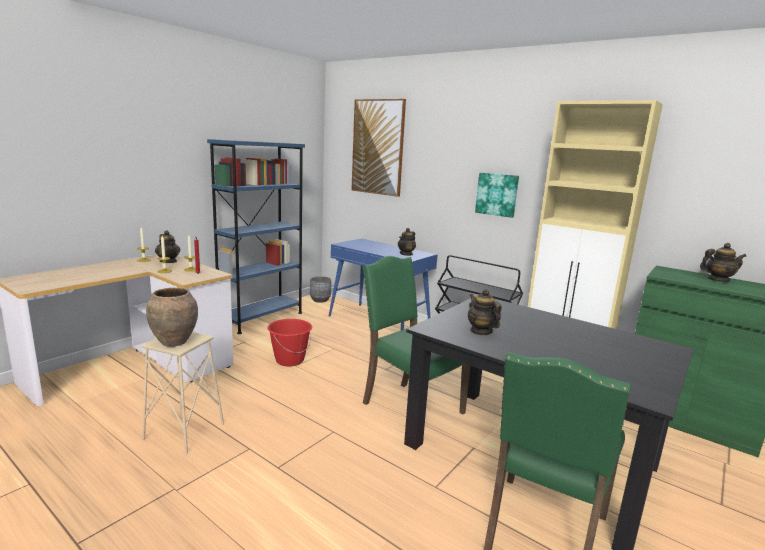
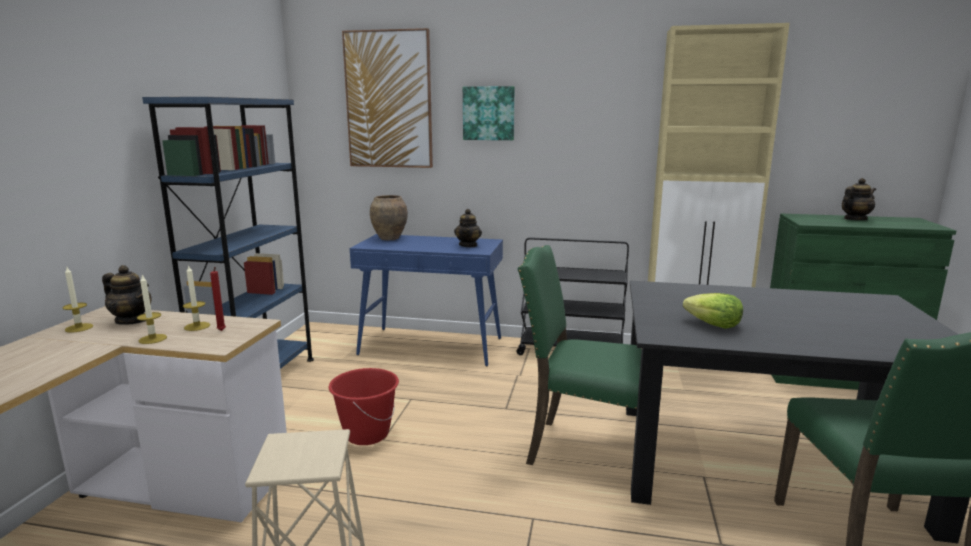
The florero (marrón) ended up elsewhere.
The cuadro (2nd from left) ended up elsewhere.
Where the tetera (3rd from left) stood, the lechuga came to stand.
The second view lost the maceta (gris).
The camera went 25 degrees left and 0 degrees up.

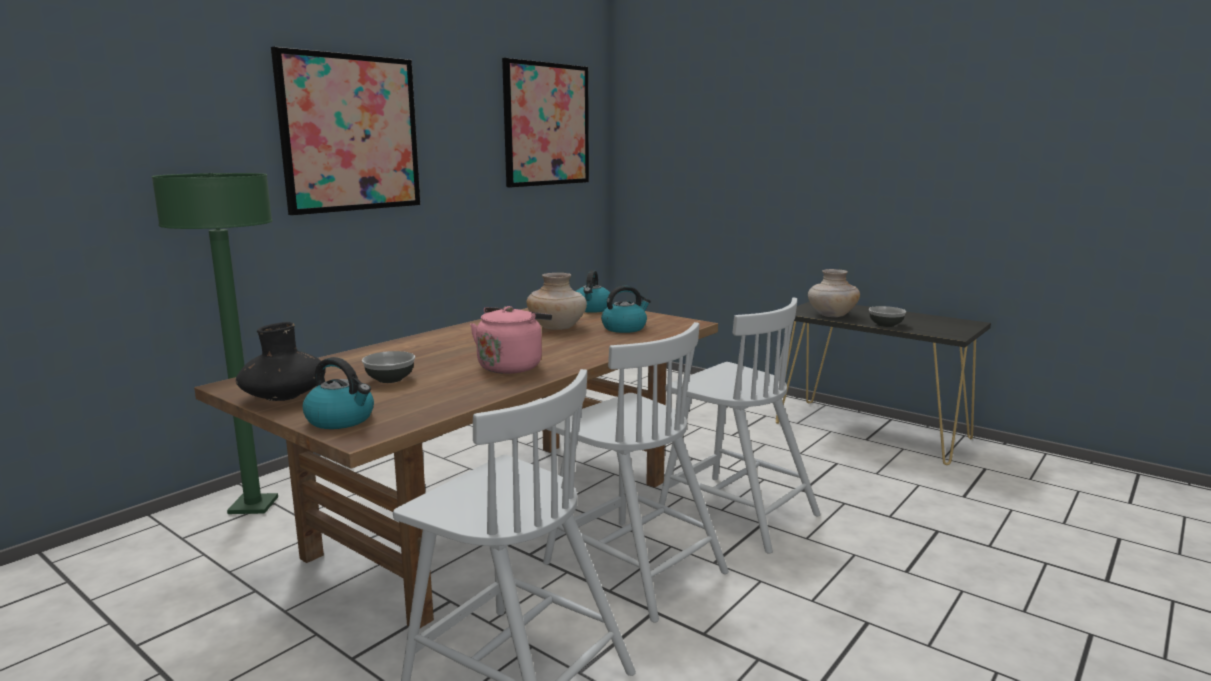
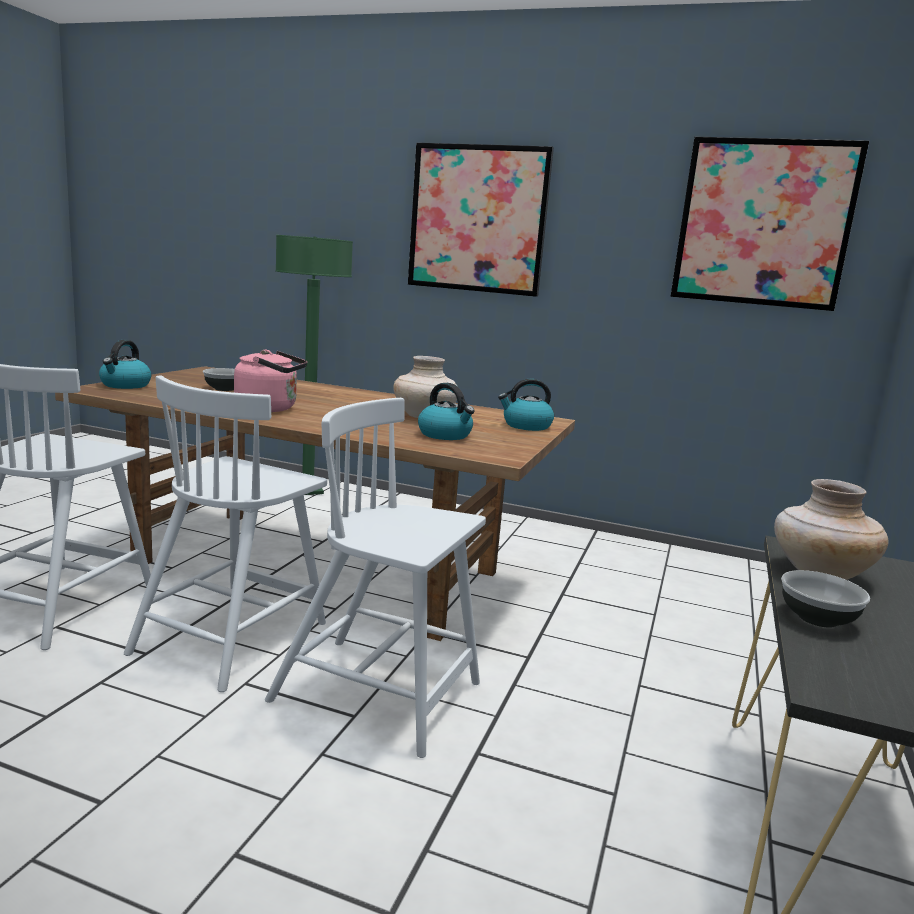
The silla (blanco) (3rd from left) ended up facing another way, 90 degrees clockwise from before.
The second view lost the florero (negro).
The camera went 70 degrees right and 0 degrees up.

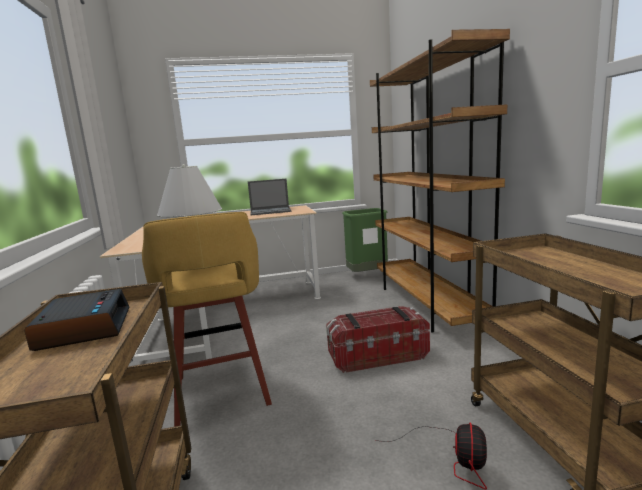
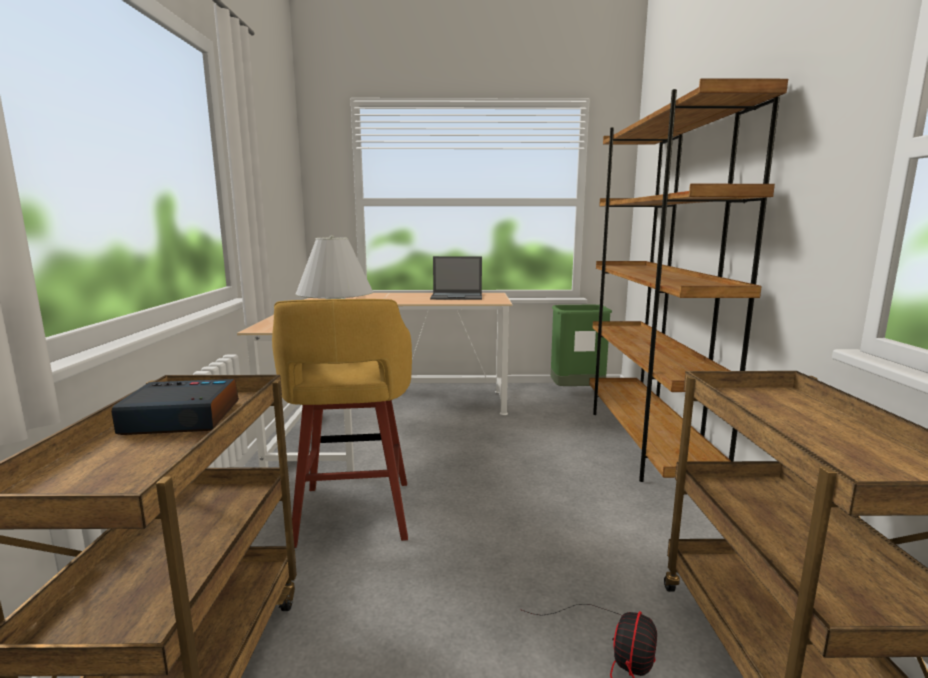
The despertador ended up facing another way, 90 degrees counterclockwise from before.
The second view lost the caja de almacenaje.
The camera went 10 degrees right and 0 degrees up.

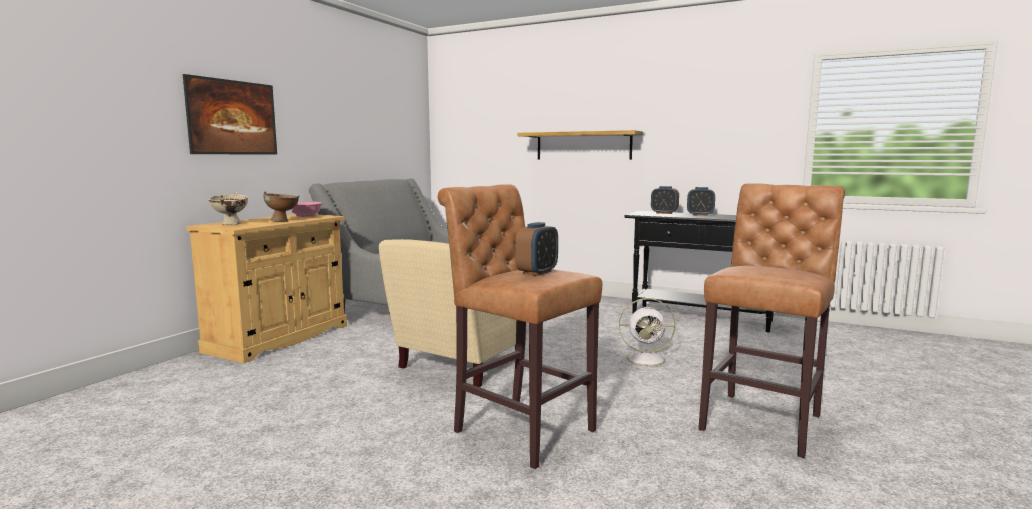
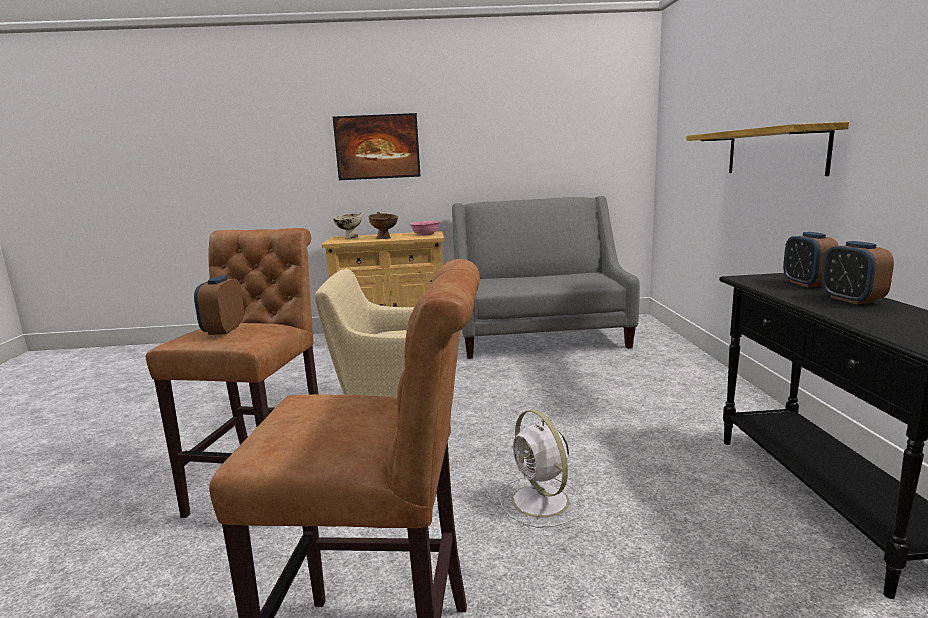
The despertador (1st from left) ended up facing another way, 90 degrees clockwise from before.
The camera went 60 degrees right and 5 degrees up.

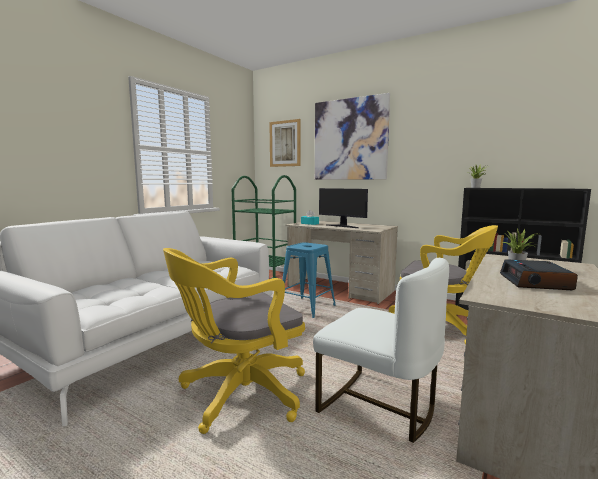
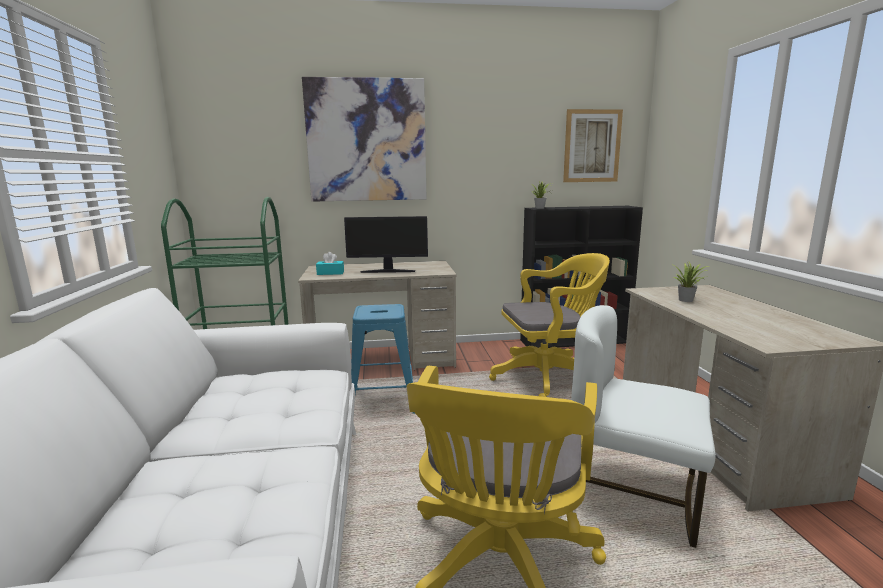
The cuadro (1st from left in the first image) ended up elsewhere.
The silla (blanco) ended up facing another way, 150 degrees counterclockwise from before.
The second view lost the despertador.
The camera went 40 degrees left and 5 degrees up.

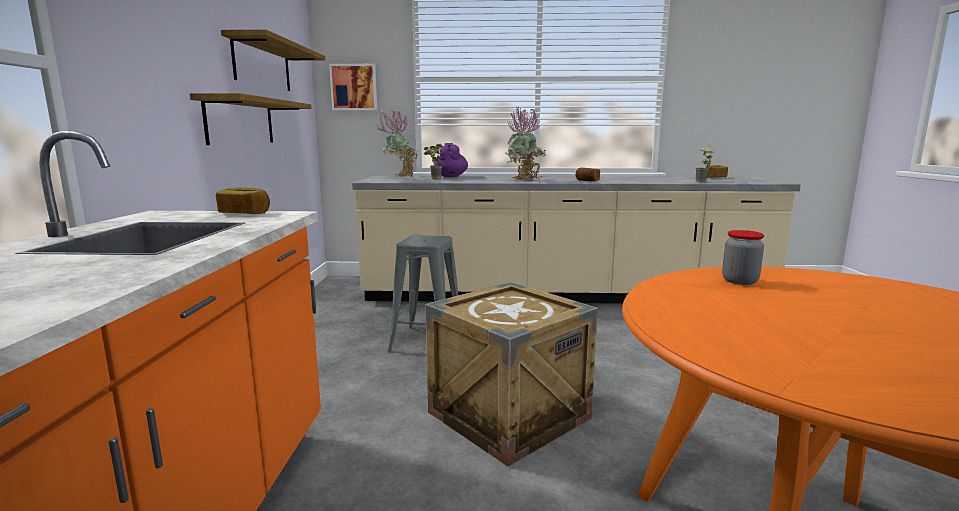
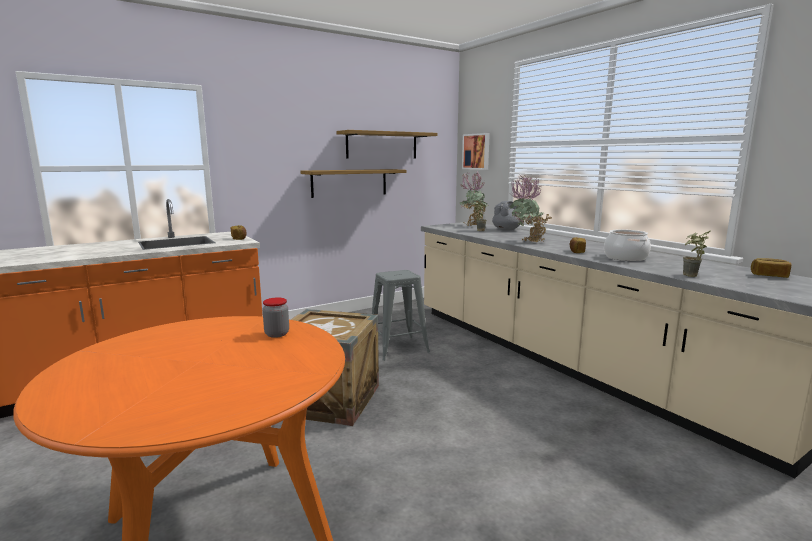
What was the tetera (morado) turned into the tetera (gris).
The second view gained the olla.
The camera went 55 degrees right and 0 degrees up.

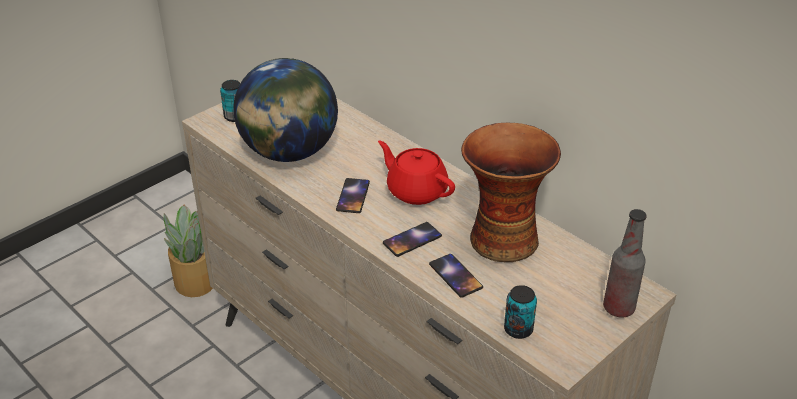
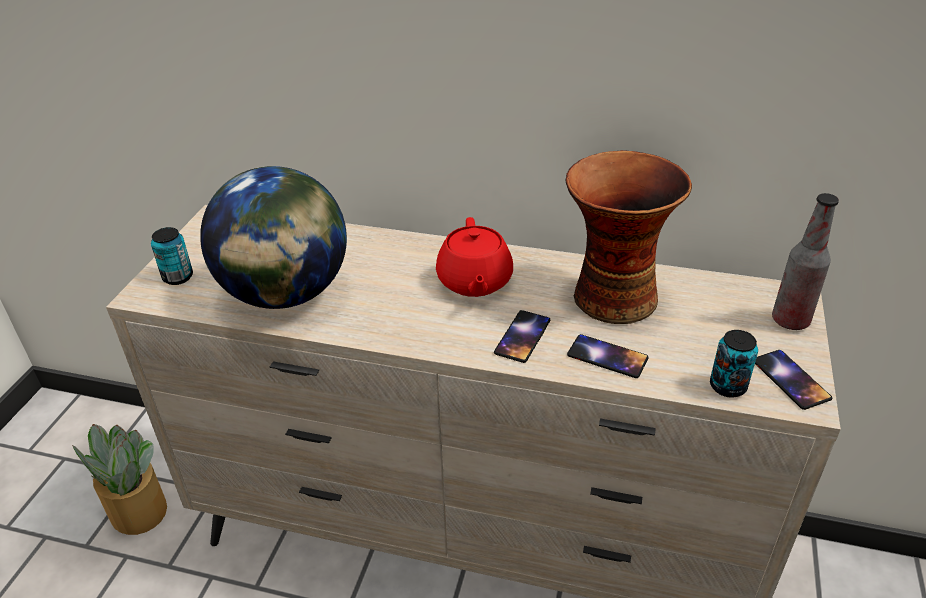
The tetera (rojo) ended up facing another way, 105 degrees counterclockwise from before.
The móvil (1st from left in the first image) ended up elsewhere.
The camera went 30 degrees left and 0 degrees up.

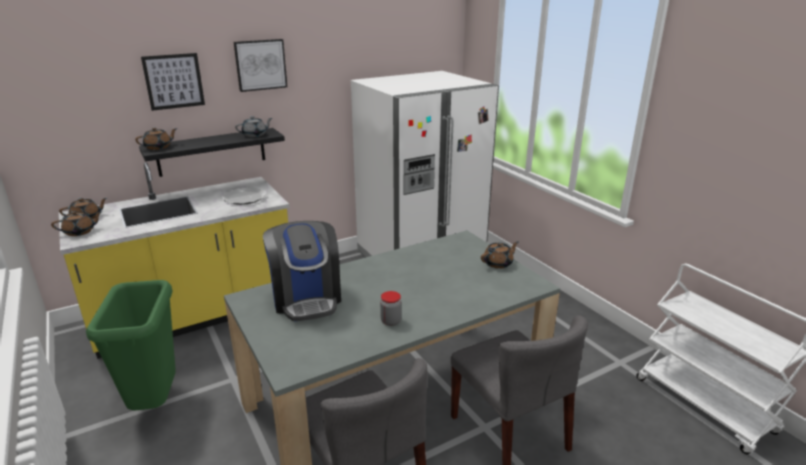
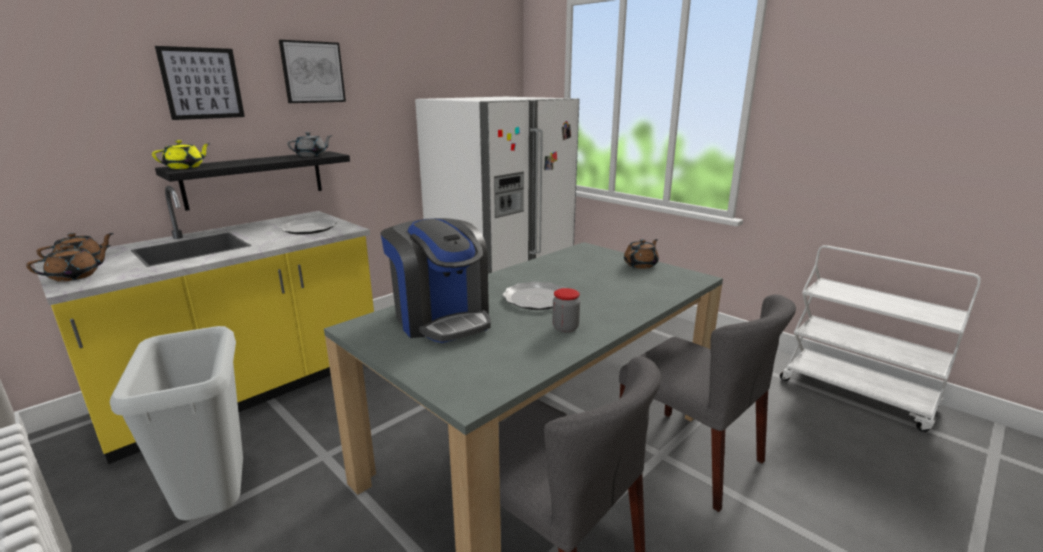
What was the papelera (verde) turned into the papelera (gris).
What was the tetera (marrón) (3rd from left) turned into the tetera (amarillo).
The second view gained the plato (2nd from left).
The camera went 15 degrees left and 5 degrees down.

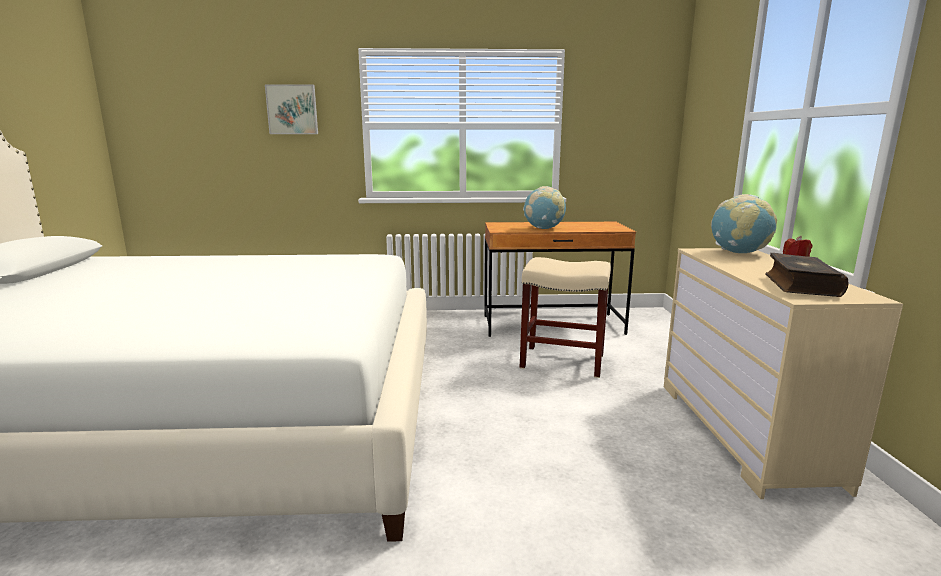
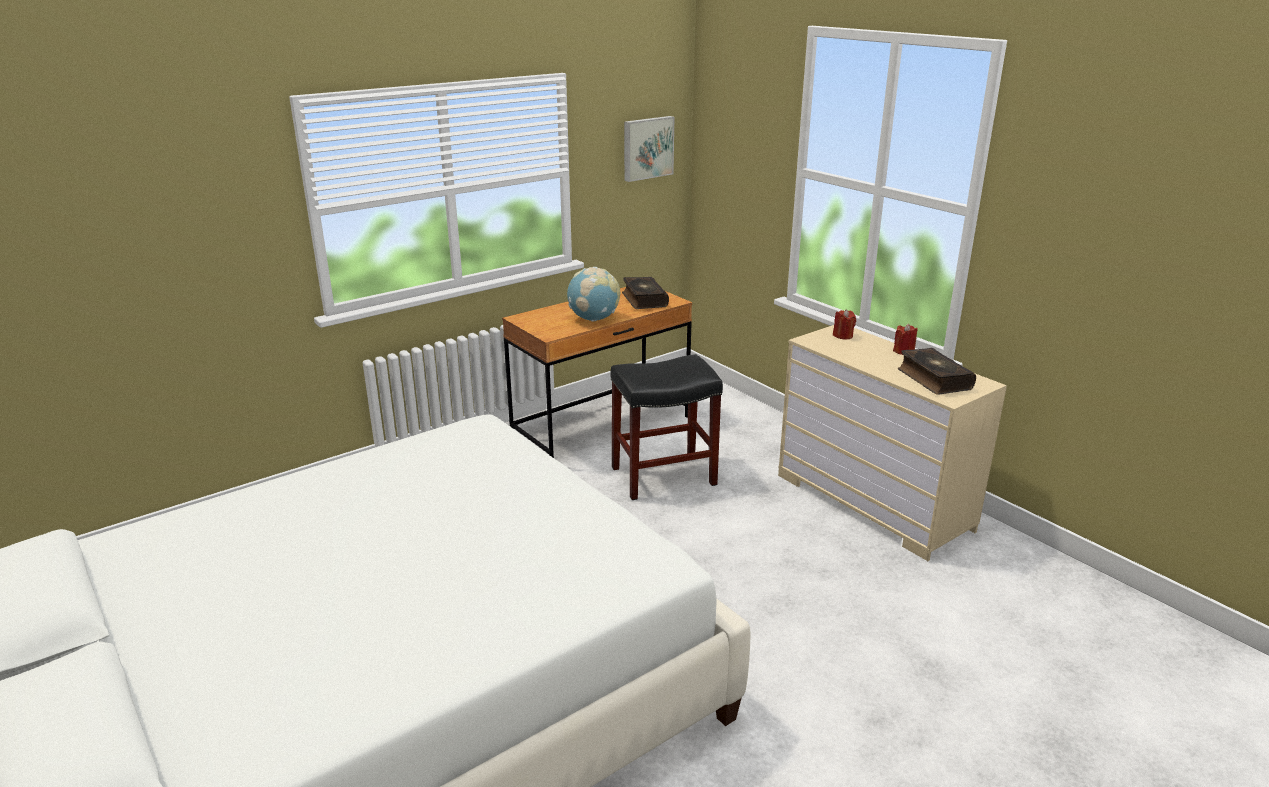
What was the taburete (beis) turned into the taburete (negro).
The second view gained the libro (1st from left).
The cuadro ended up elsewhere.
Where the globo terráqueo (2nd from left) stood, the vela (rojo) (1st from left) came to stand.
The camera went 35 degrees left and 10 degrees up.

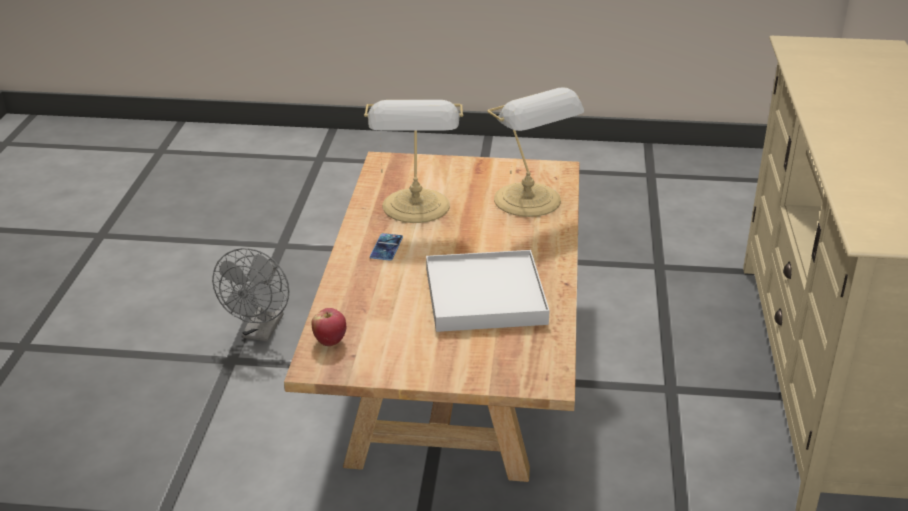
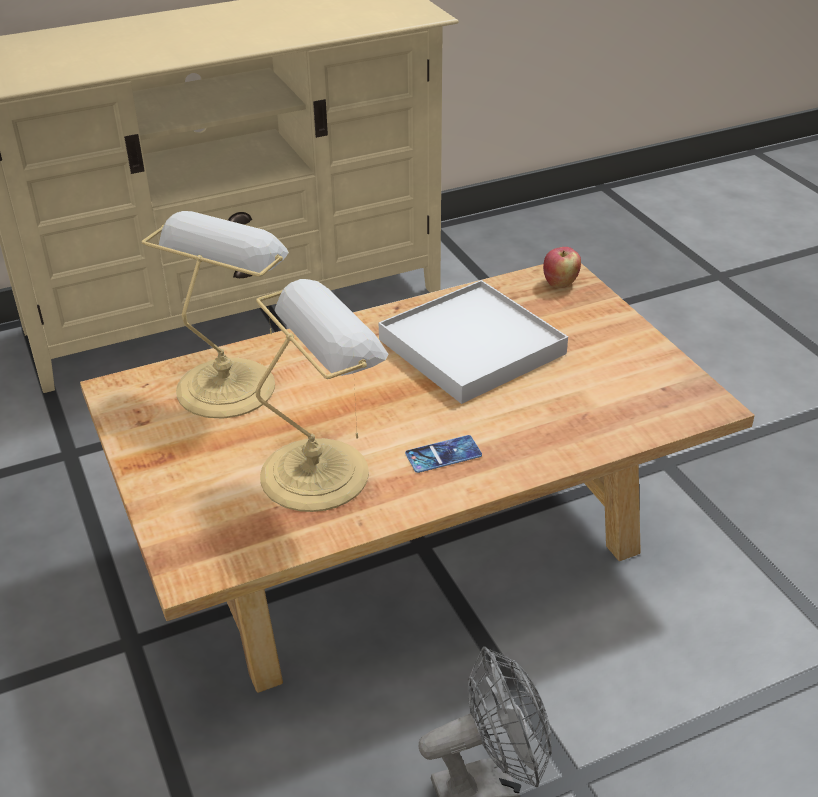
The manzana ended up elsewhere.
The camera went 120 degrees left and 5 degrees up.

